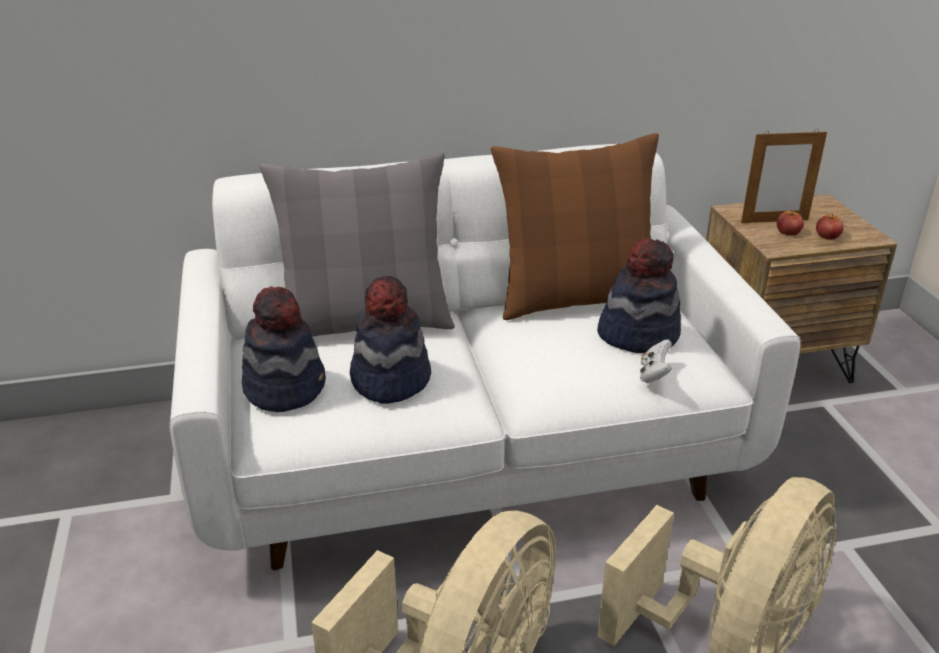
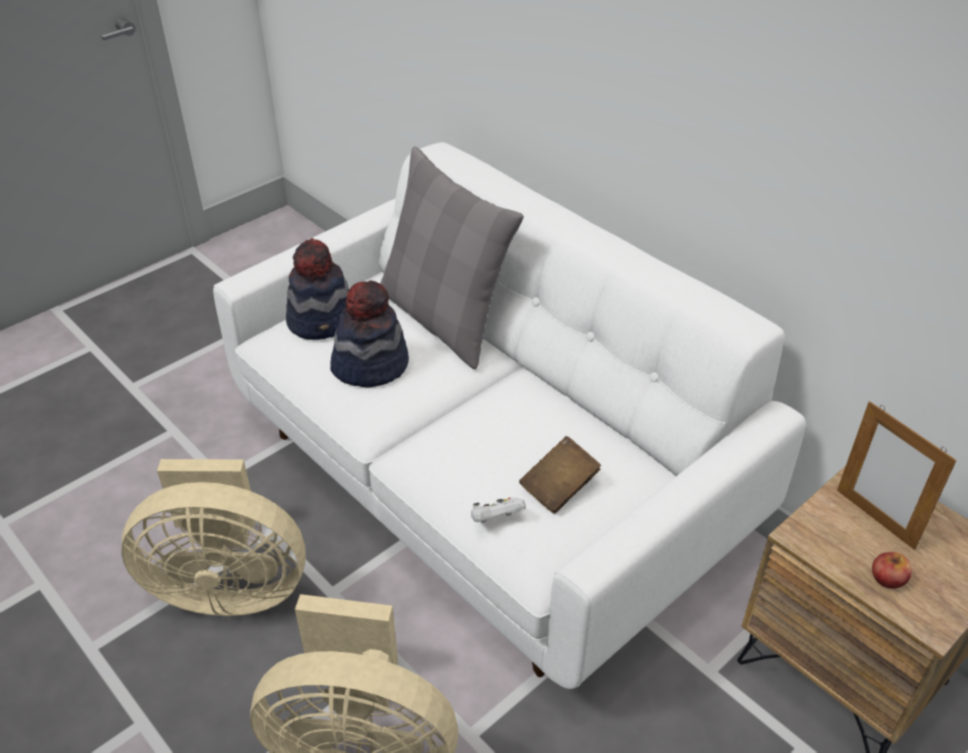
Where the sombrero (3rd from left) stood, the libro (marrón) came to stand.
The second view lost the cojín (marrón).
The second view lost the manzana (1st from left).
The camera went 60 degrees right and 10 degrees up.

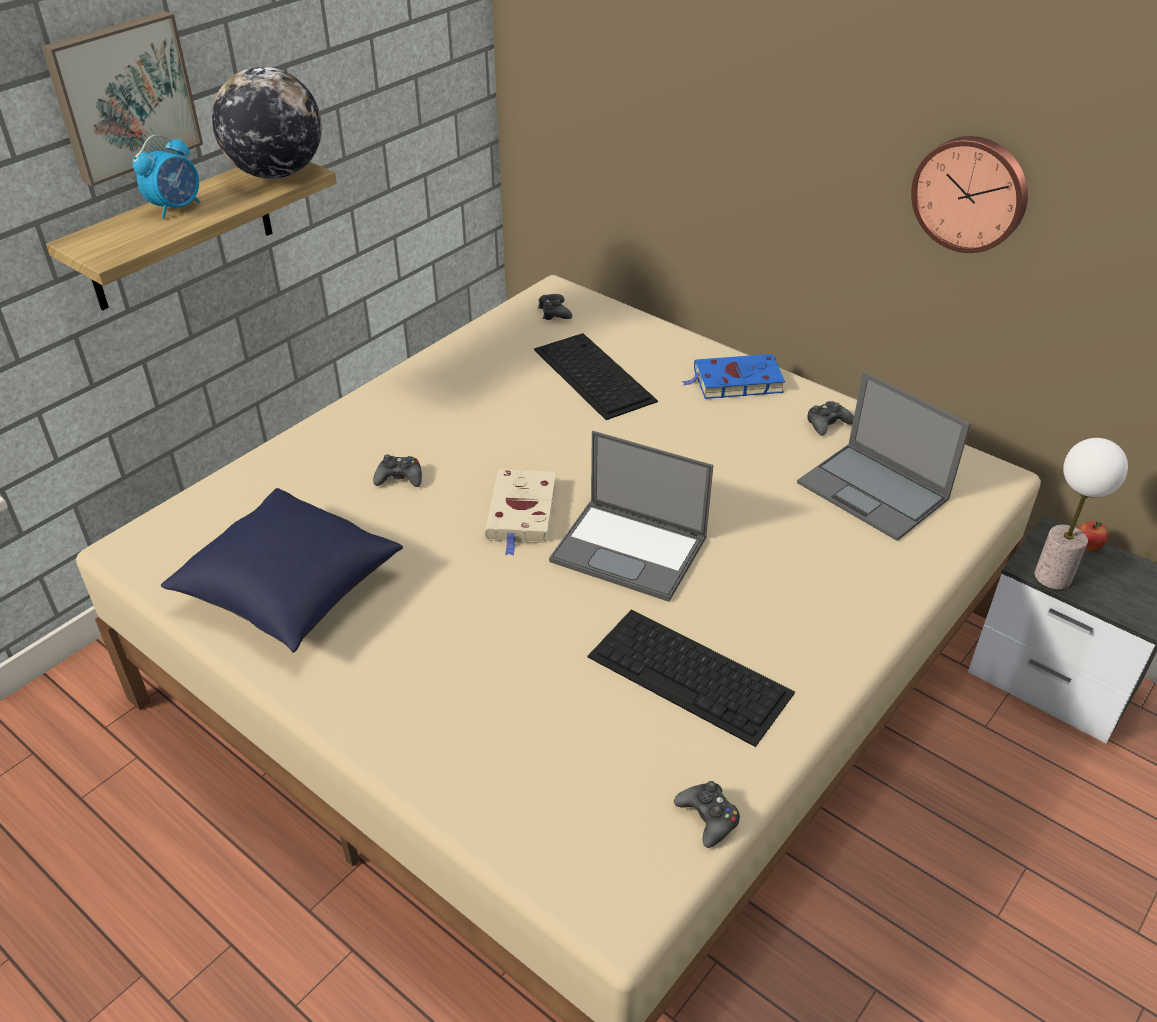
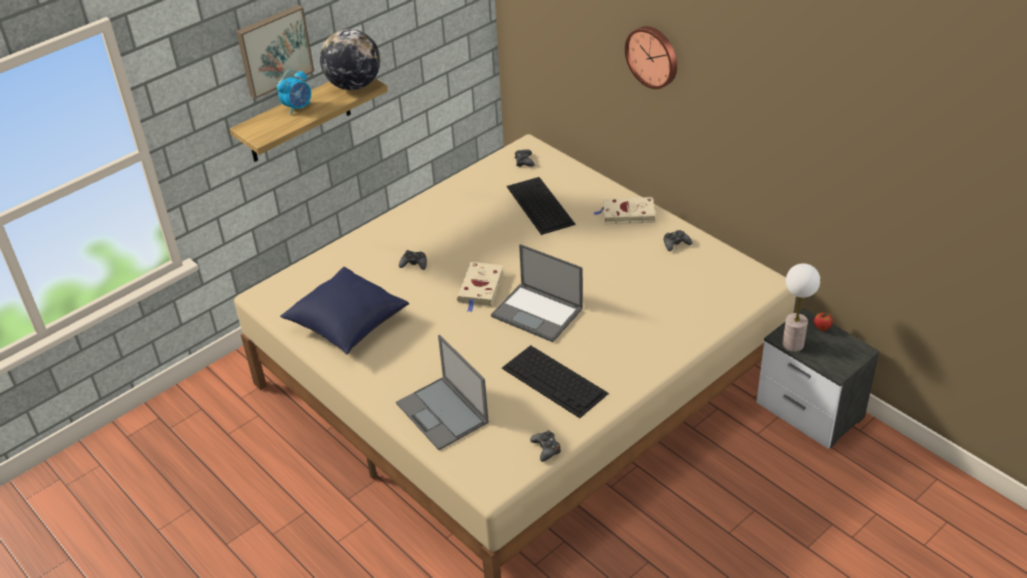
The portátil (2nd from left in the first image) ended up elsewhere.
What was the libro (azul) turned into the libro (beis) (2nd from left).
The reloj de pared ended up elsewhere.
The camera went 10 degrees right and 0 degrees up.

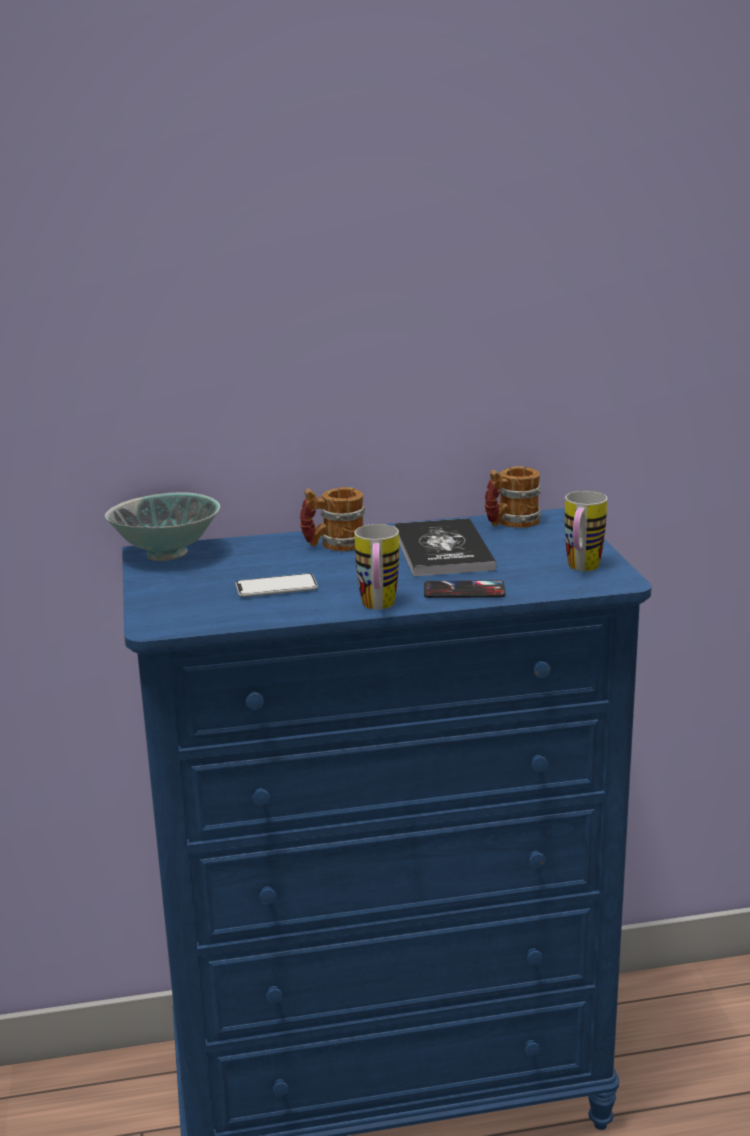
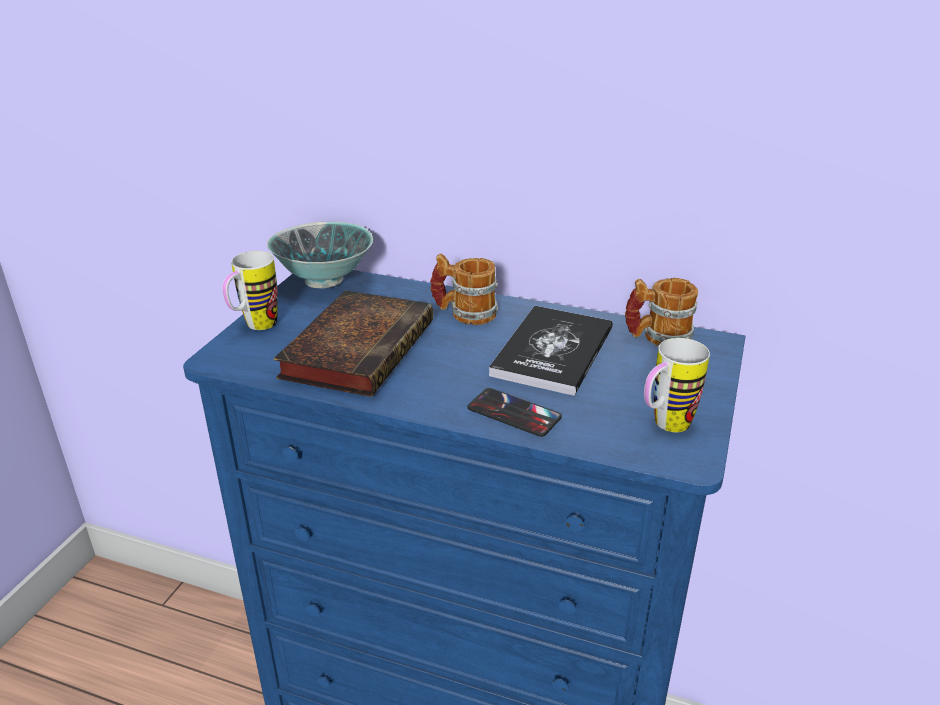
The taza grande (2nd from left in the first image) ended up elsewhere.
Where the móvil (1st from left) stood, the libro (1st from left) came to stand.
The camera went 30 degrees right and 10 degrees up.

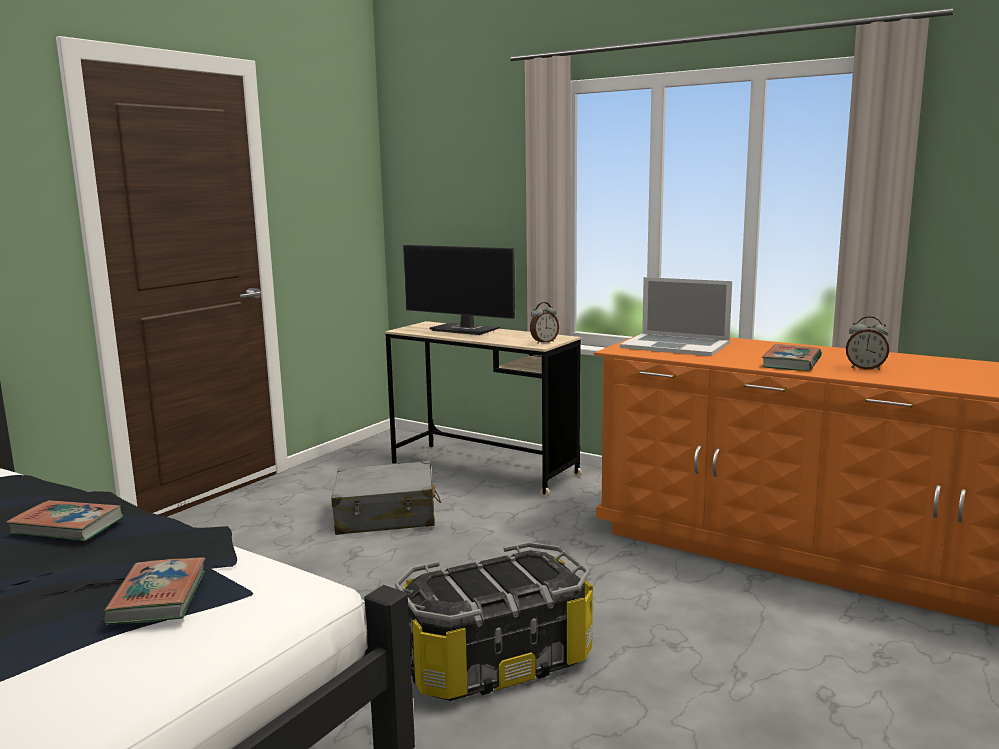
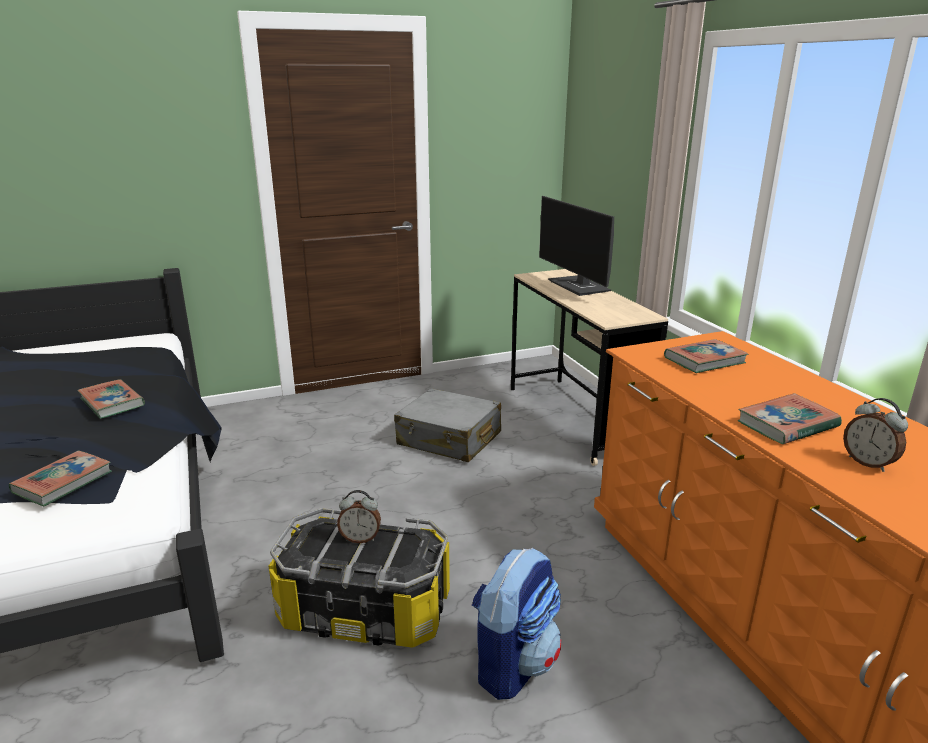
The despertador (1st from left) ended up elsewhere.
The second view gained the mochila.
Where the portátil stood, the libro (3rd from left) came to stand.
The camera went 35 degrees right and 10 degrees up.

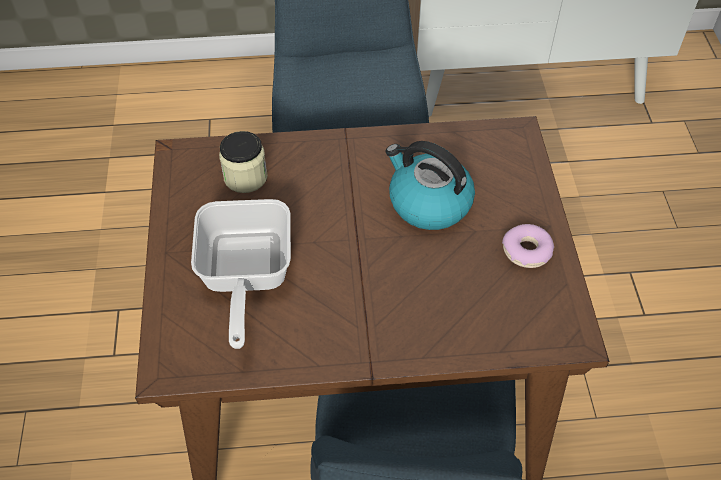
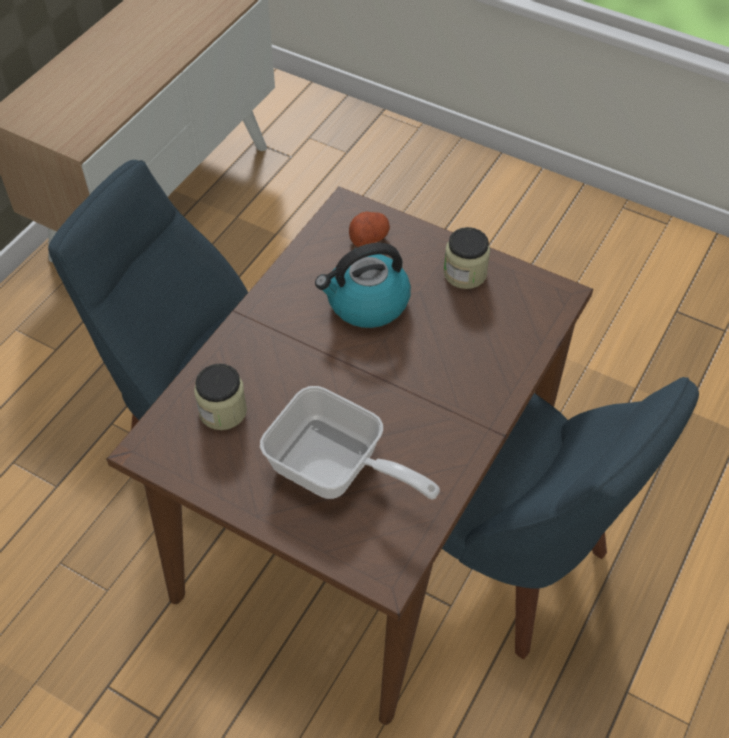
The second view gained the patata.
Where the rosquilla stood, the tarro (2nd from left) came to stand.
The camera went 55 degrees left and 0 degrees up.

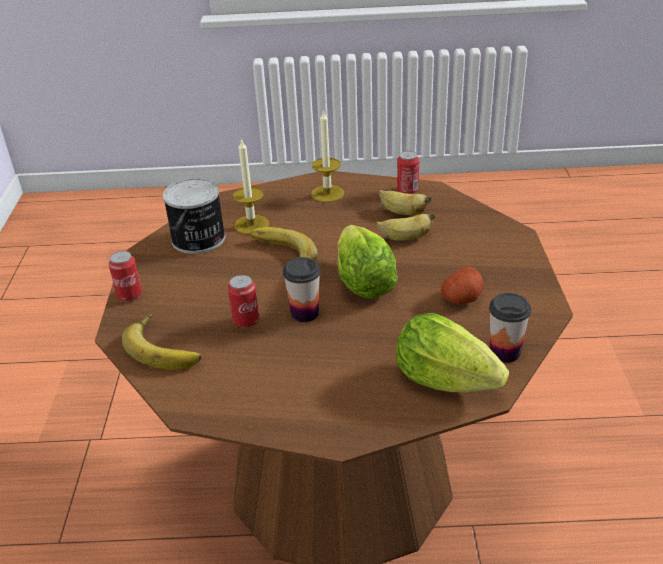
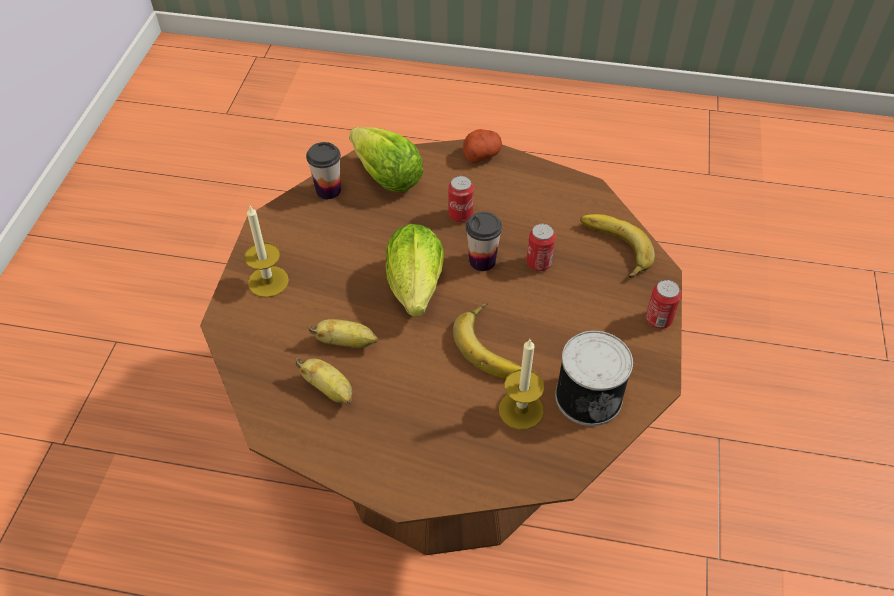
The vela (2nd from left in the first image) ended up elsewhere.
The lata (4th from left in the first image) ended up elsewhere.
The patata ended up elsewhere.
The camera went 170 degrees left and 15 degrees up.

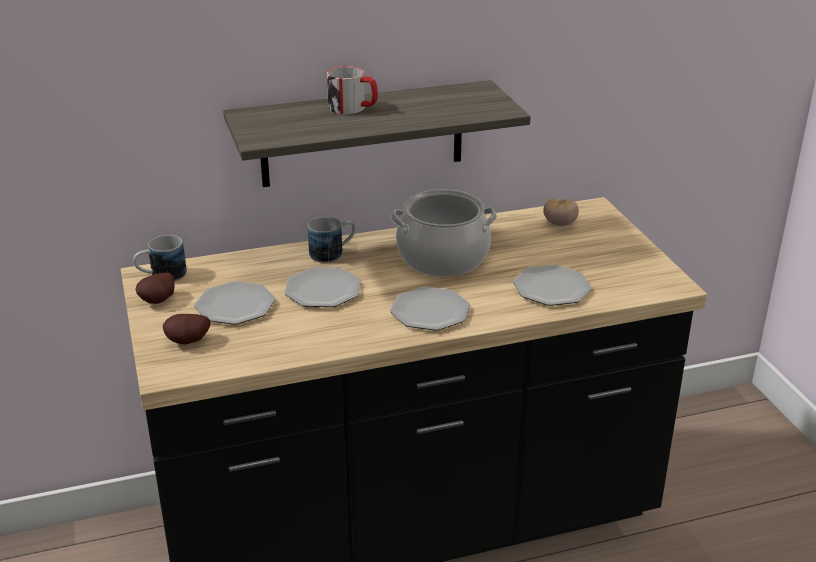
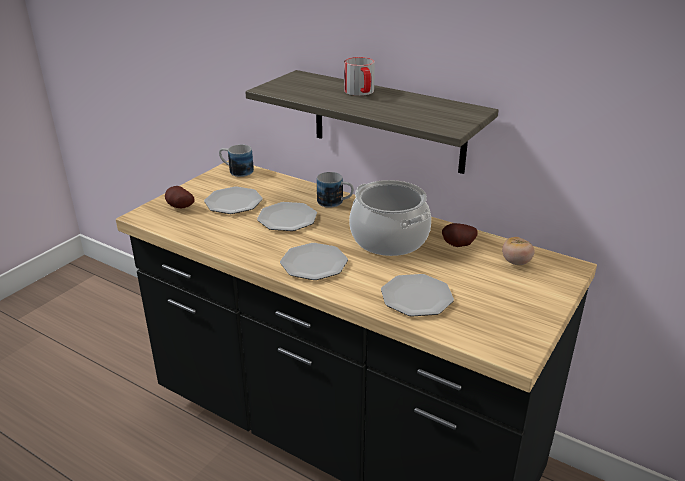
The patata (1st from left in the first image) ended up elsewhere.
The camera went 50 degrees right and 0 degrees up.

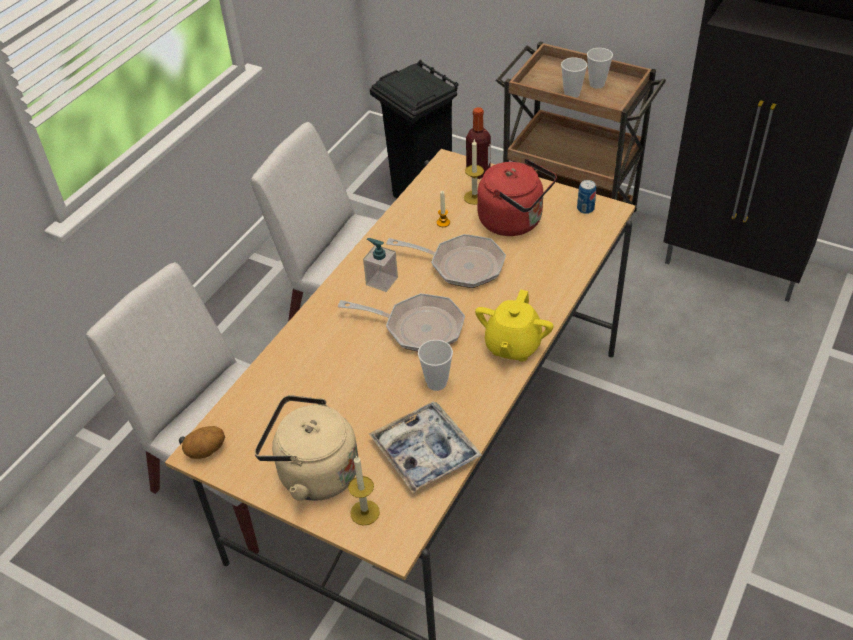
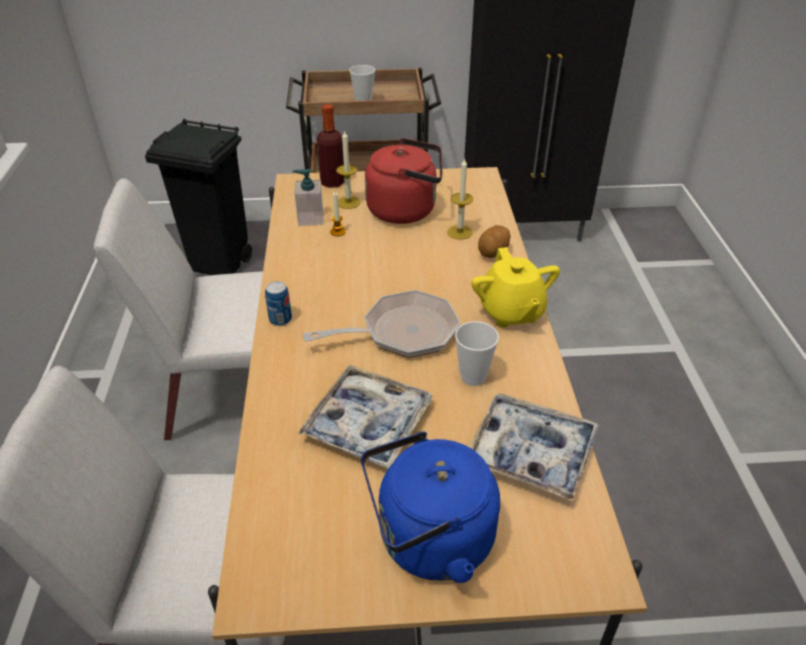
The lata ended up elsewhere.
The dispensador de jabón ended up elsewhere.
The second view gained the bandeja (1st from left).
What was the hervidor (beis) turned into the hervidor (azul).
The vela (1st from left in the first image) ended up elsewhere.
The patata ended up elsewhere.
The second view lost the sartén (2nd from left).
The second view lost the taza (3rd from left).
The camera went 35 degrees left and 5 degrees down.

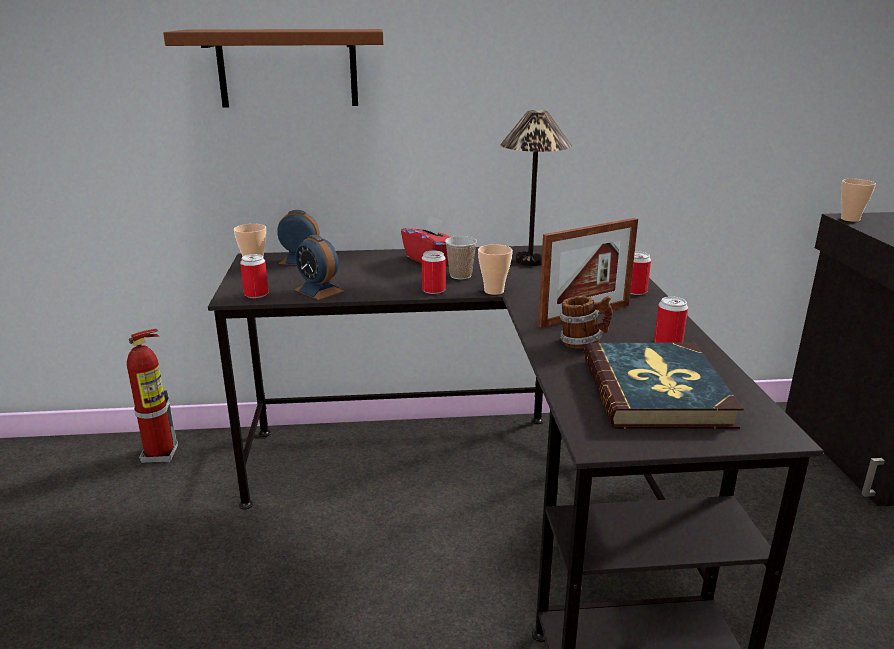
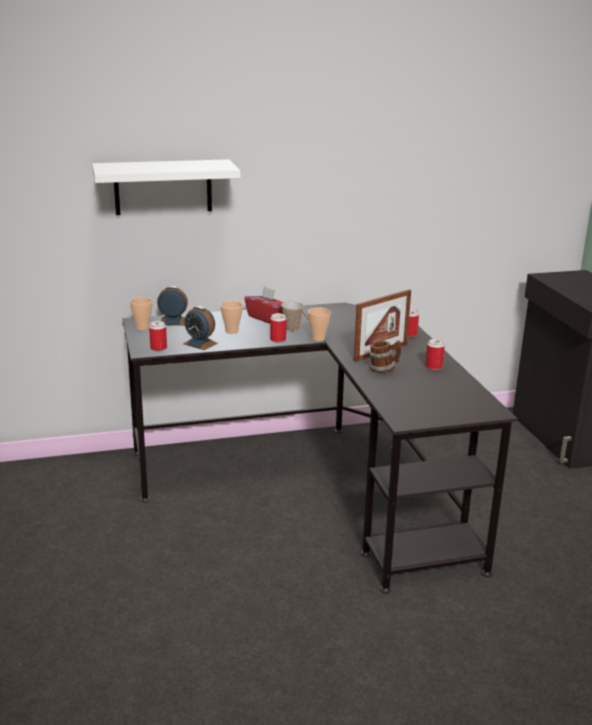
What was the estante (marrón) turned into the estante (blanco).
The taza (4th from left in the first image) ended up elsewhere.
The second view lost the extintor.
The second view lost the lámpara de mesa.
The second view lost the libro.
The camera went 10 degrees left and 0 degrees up.

